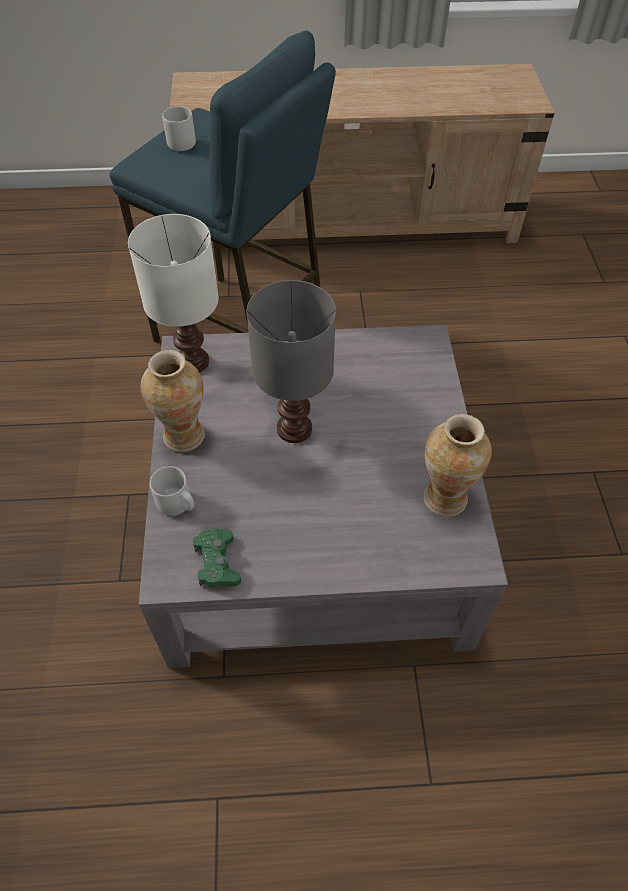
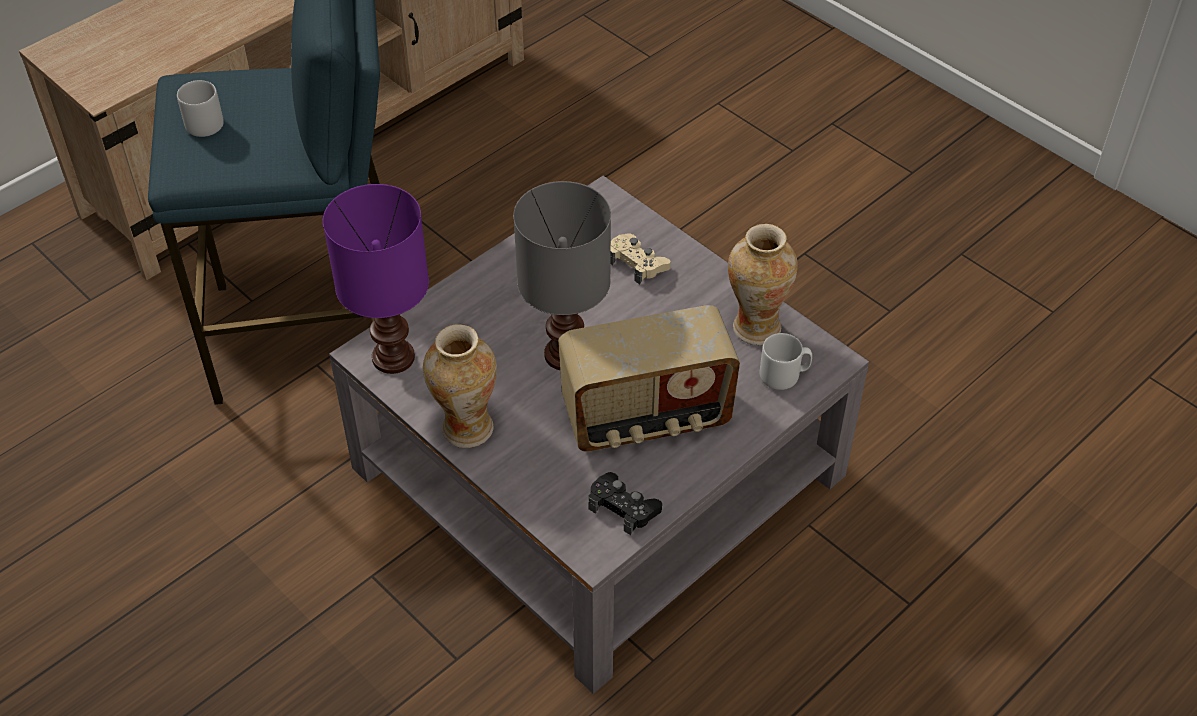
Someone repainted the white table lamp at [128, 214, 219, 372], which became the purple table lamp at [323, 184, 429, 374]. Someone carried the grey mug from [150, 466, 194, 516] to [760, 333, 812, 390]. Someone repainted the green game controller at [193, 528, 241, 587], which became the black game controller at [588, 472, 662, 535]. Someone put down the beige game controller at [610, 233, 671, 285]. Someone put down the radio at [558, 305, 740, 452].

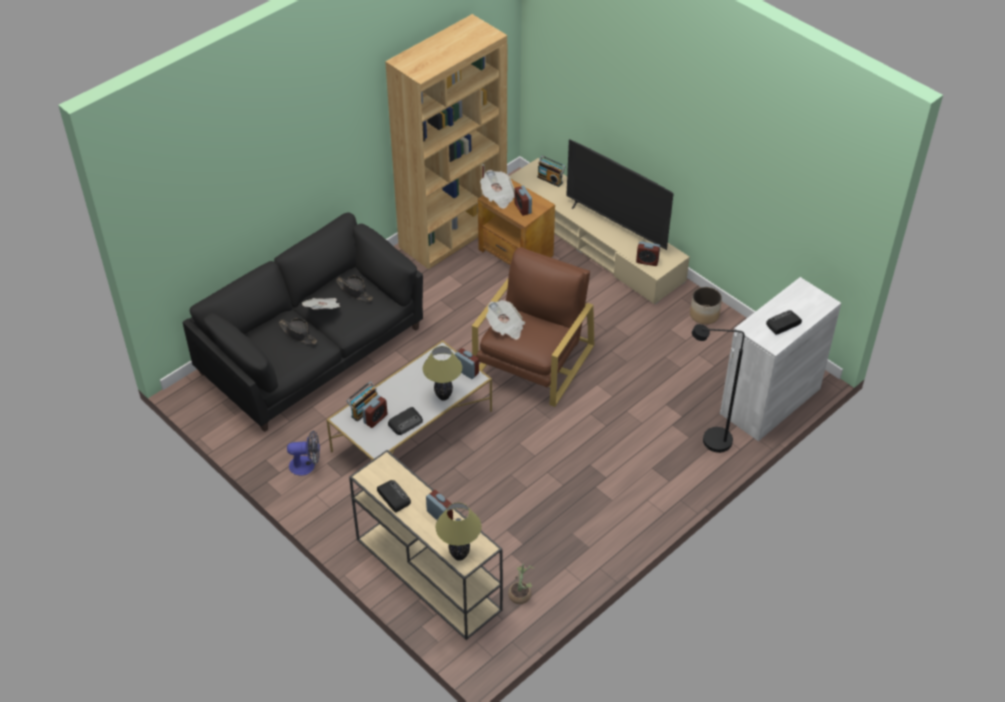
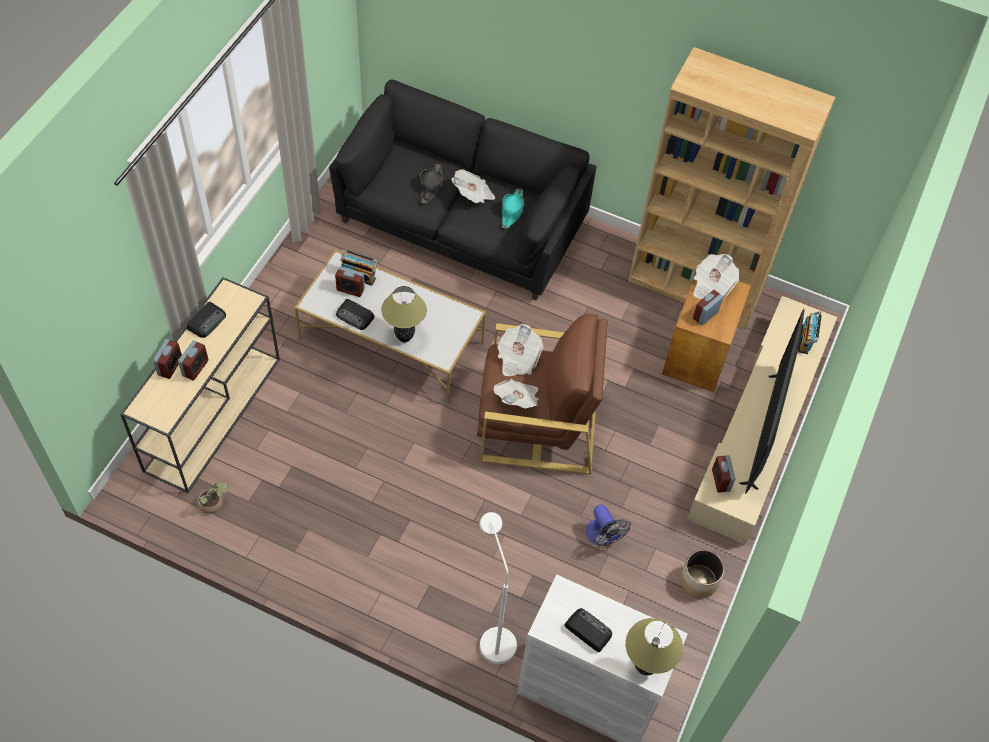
Someone repainted the black hat at [336, 276, 373, 301], which became the turquoise hat at [502, 189, 524, 229]. Someone repainted the black floor lamp at [692, 324, 745, 453], which became the white floor lamp at [480, 512, 517, 664]. Someone carried the alarm clock from [455, 348, 479, 379] to [153, 339, 182, 379]. Someone carried the fan from [287, 430, 320, 476] to [586, 505, 631, 546]. Someone carried the table lamp from [436, 503, 482, 561] to [625, 618, 683, 675]. Someone put down the newspaper at [494, 379, 539, 408].

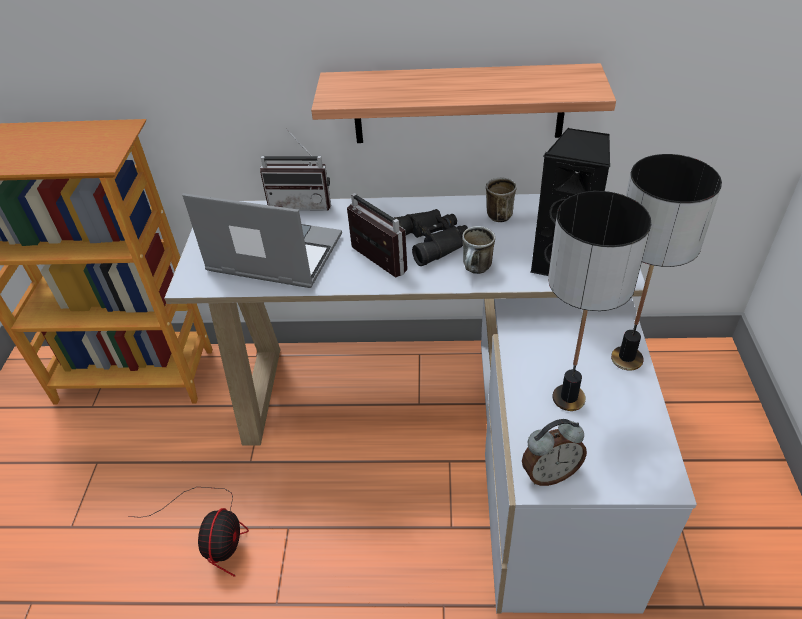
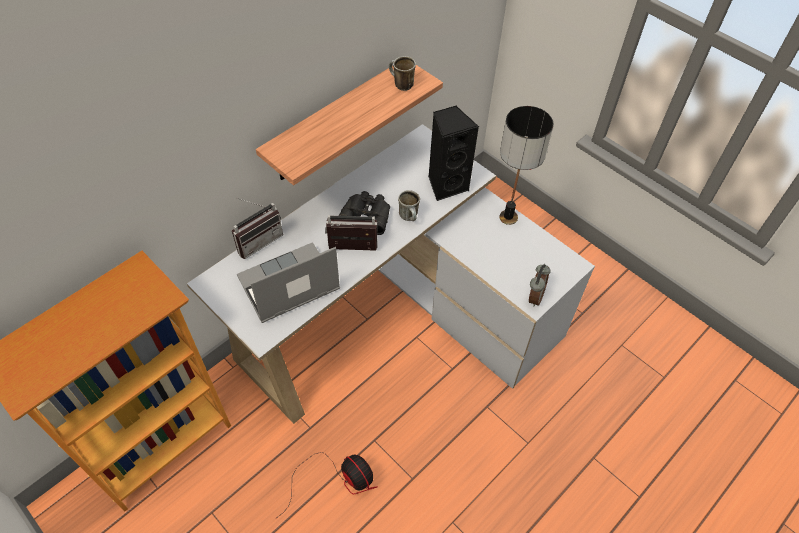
Someone carried the mug from [486, 178, 517, 222] to [389, 56, 416, 91]. Someone took away the table lamp at [548, 191, 651, 411].

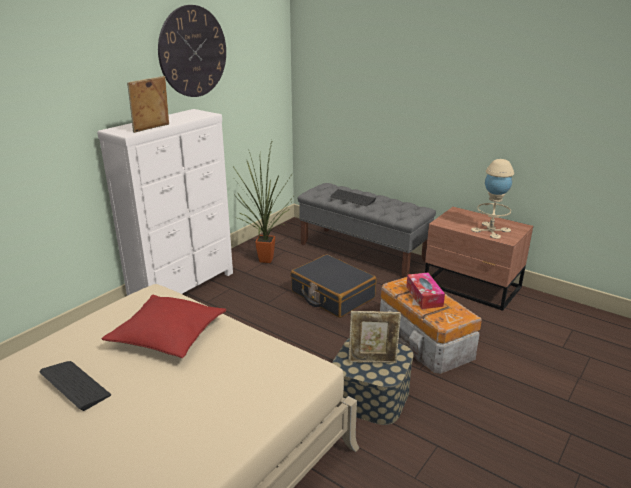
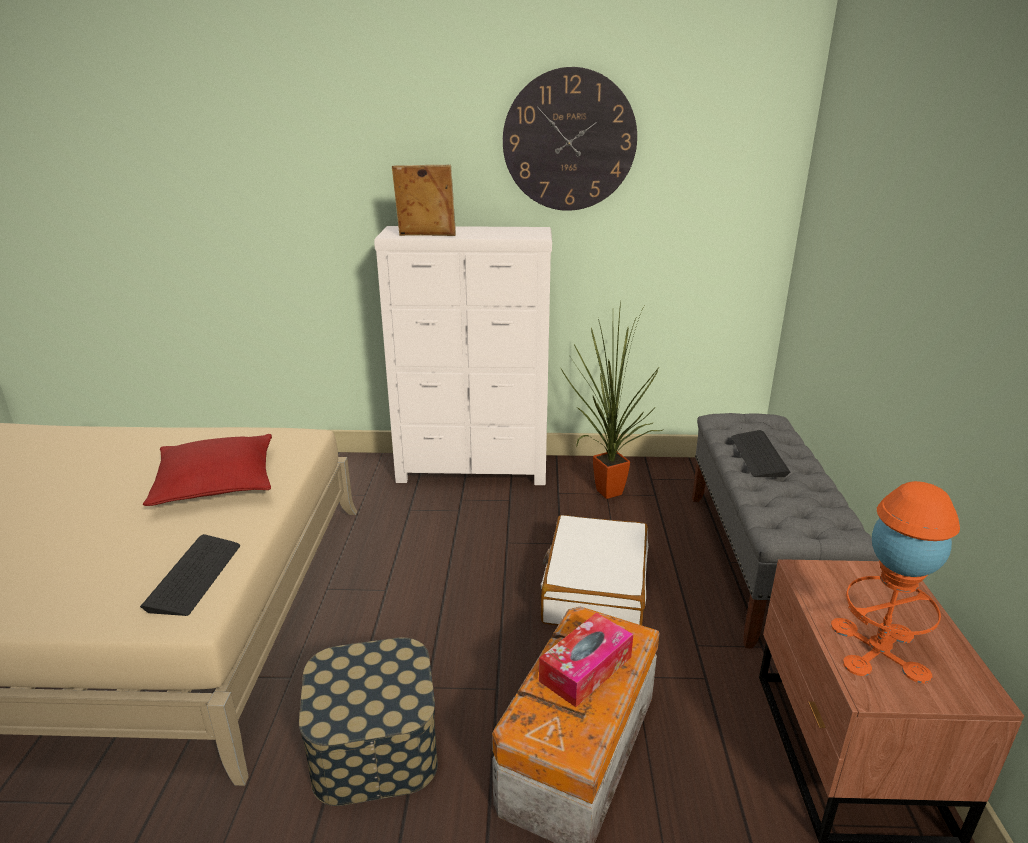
Someone repainted the beige table lamp at [471, 159, 514, 239], which became the orange table lamp at [831, 481, 960, 683]. Someone repainted the black suitcase at [290, 254, 376, 318], which became the white suitcase at [541, 515, 648, 625]. Someone took away the picture frame at [348, 311, 401, 363]. Someone carried the keyboard from [40, 361, 111, 411] to [140, 534, 240, 616].

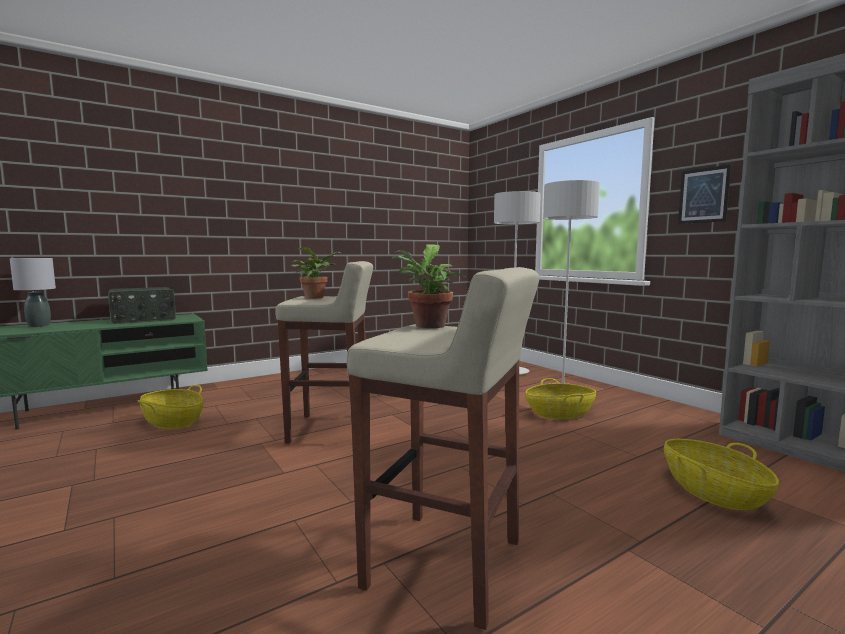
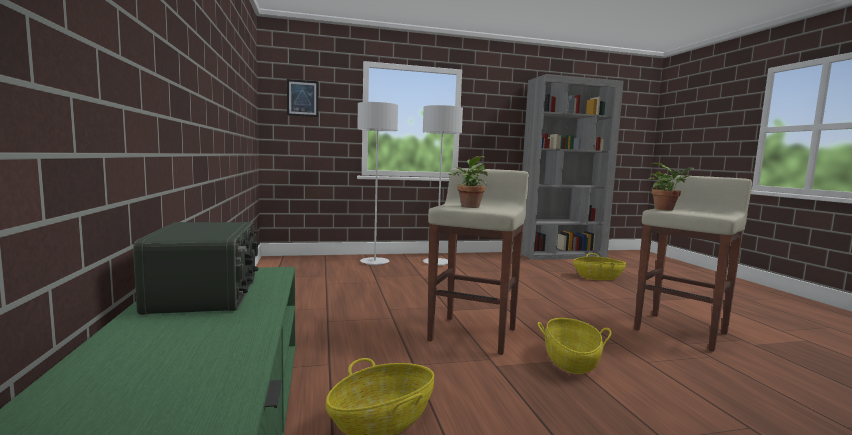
Someone carried the picture from [678, 164, 731, 224] to [287, 79, 318, 117]. Someone took away the grey table lamp at [10, 258, 56, 327]. Someone carried the basket from [525, 378, 596, 420] to [538, 318, 611, 374].

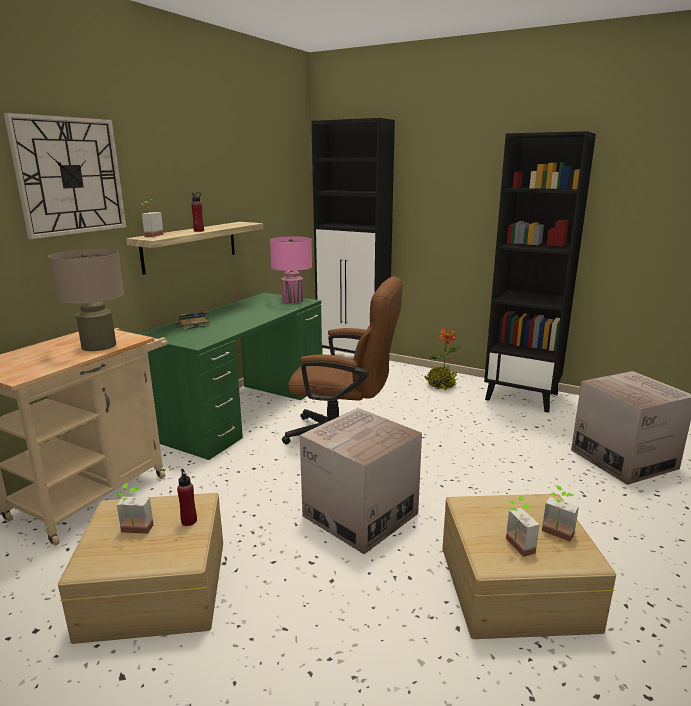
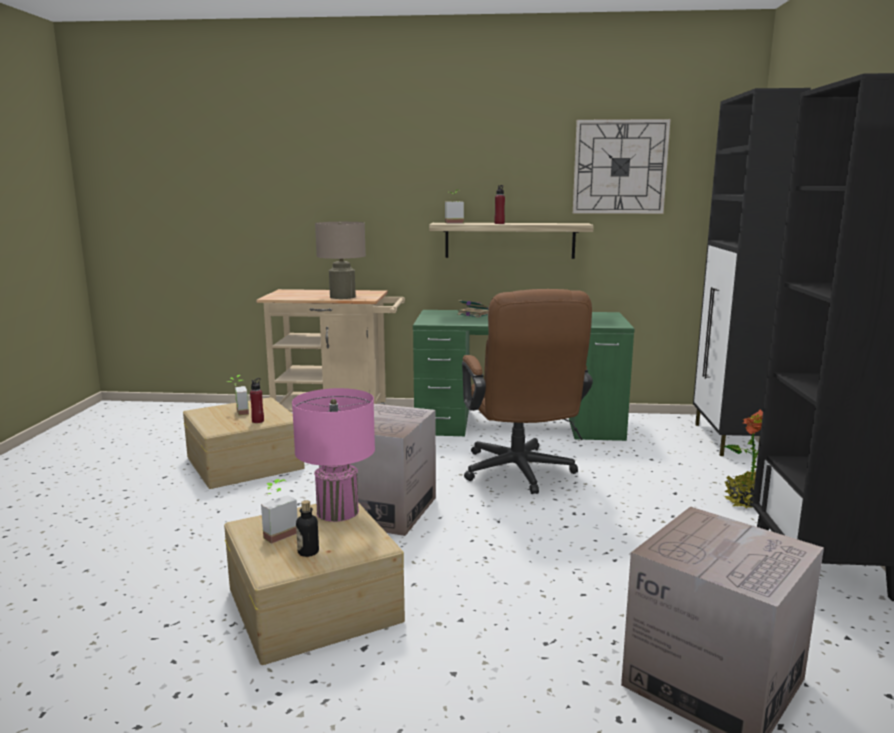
Someone carried the wall clock from [4, 113, 126, 239] to [573, 119, 671, 214]. Someone carried the pink table lamp from [270, 236, 312, 303] to [292, 388, 375, 522]. Someone swapped the potted plant at [542, 485, 579, 542] for the bottle at [296, 500, 319, 557].

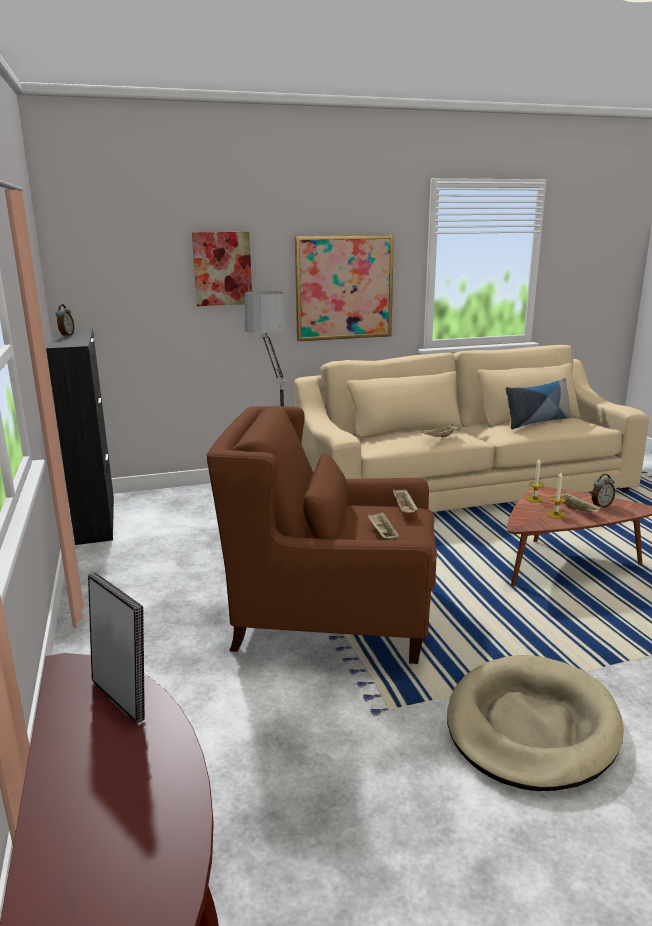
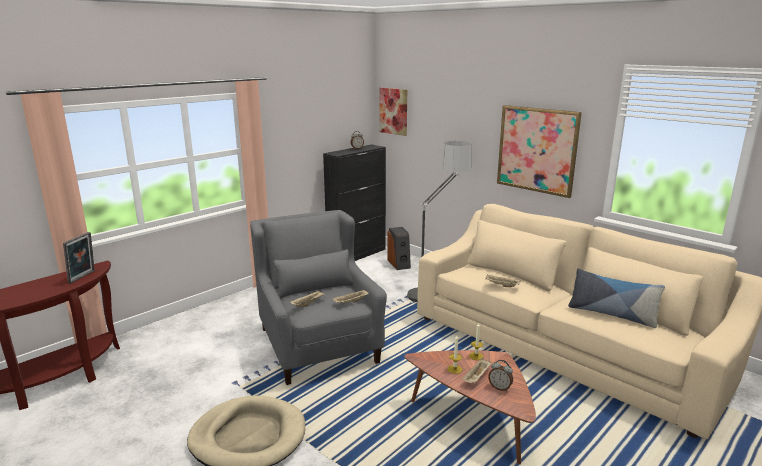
Someone carried the picture from [192, 232, 252, 306] to [379, 88, 407, 136]. Someone repainted the brown armchair at [206, 406, 437, 664], which became the grey armchair at [250, 210, 387, 385]. Someone put down the speaker at [387, 227, 411, 270].

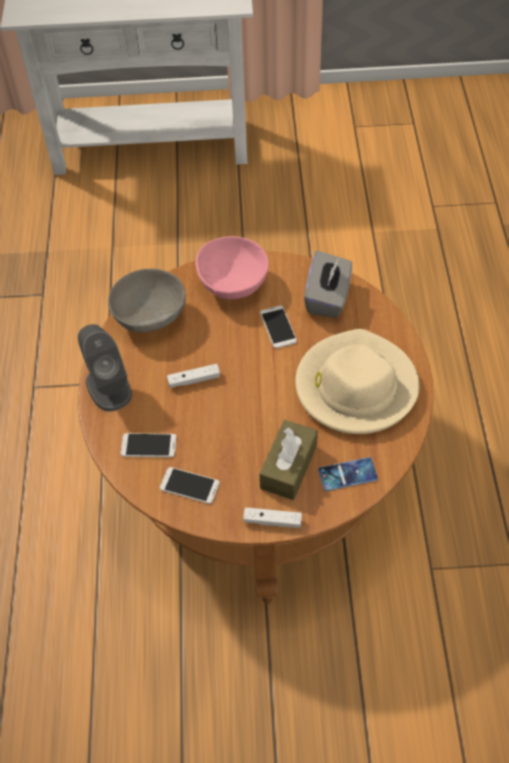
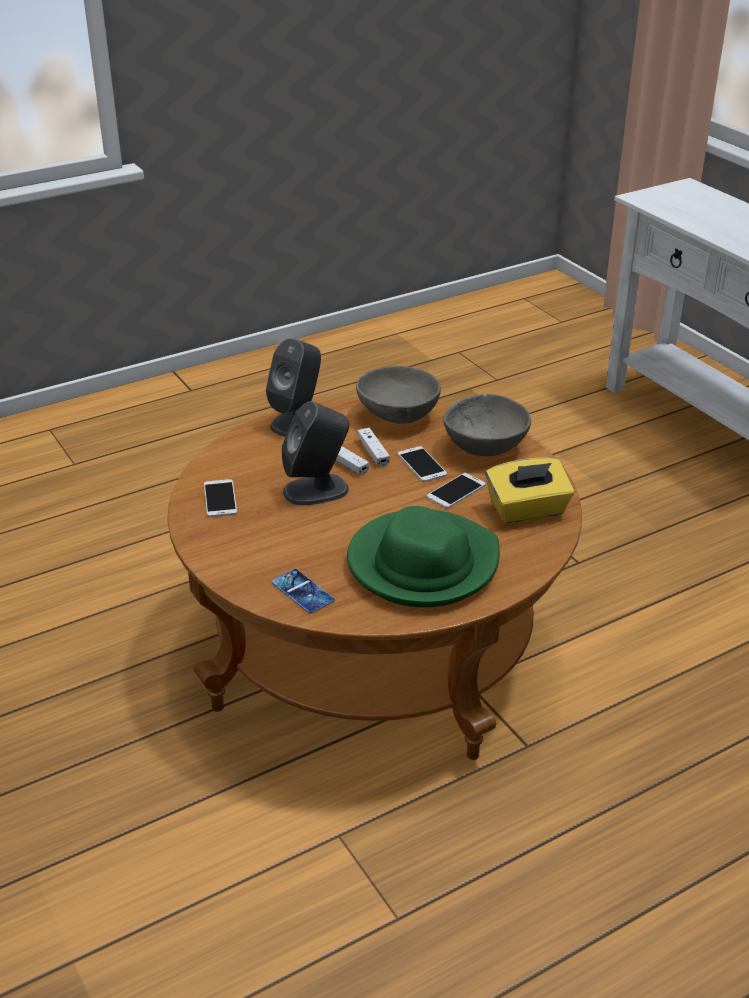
Someone repainted the pink bowl at [195, 236, 269, 299], which became the grey bowl at [443, 394, 531, 456]. Someone repainted the grey tissue box at [304, 251, 352, 318], which became the yellow tissue box at [485, 457, 574, 524]. Someone repainted the beige hat at [295, 329, 420, 434], which became the green hat at [347, 506, 500, 607]. Someone took away the brown tissue box at [259, 420, 318, 500]. Someone carried the phone from [120, 433, 177, 457] to [398, 446, 447, 482]. Someone carried the white game controller from [243, 507, 302, 528] to [357, 428, 390, 467]. Someone put down the grey speaker at [282, 401, 349, 505].

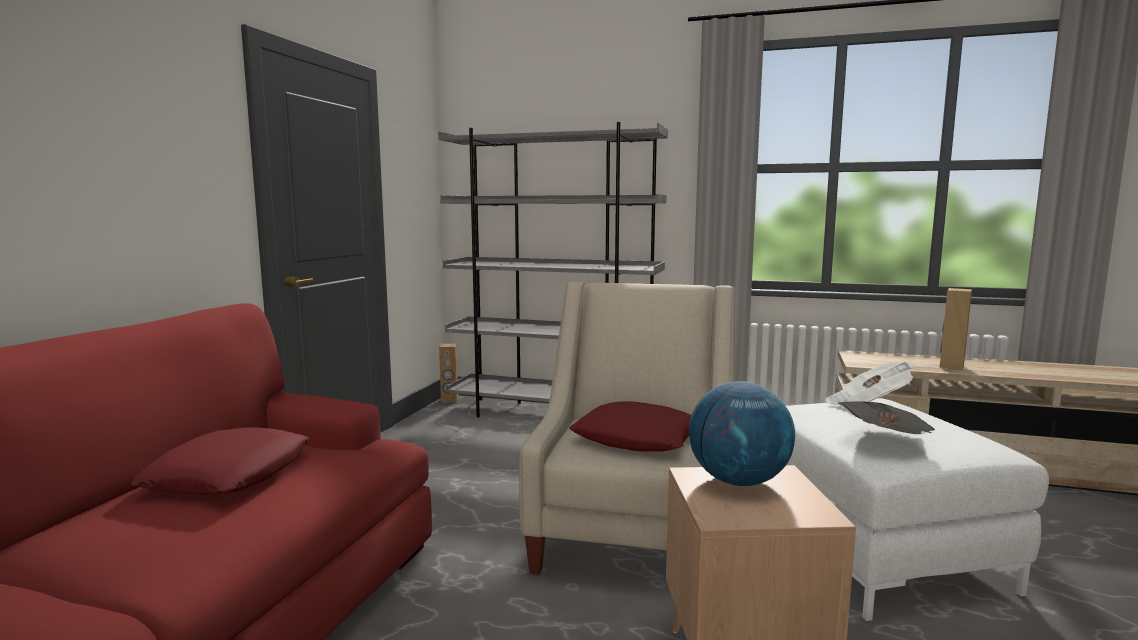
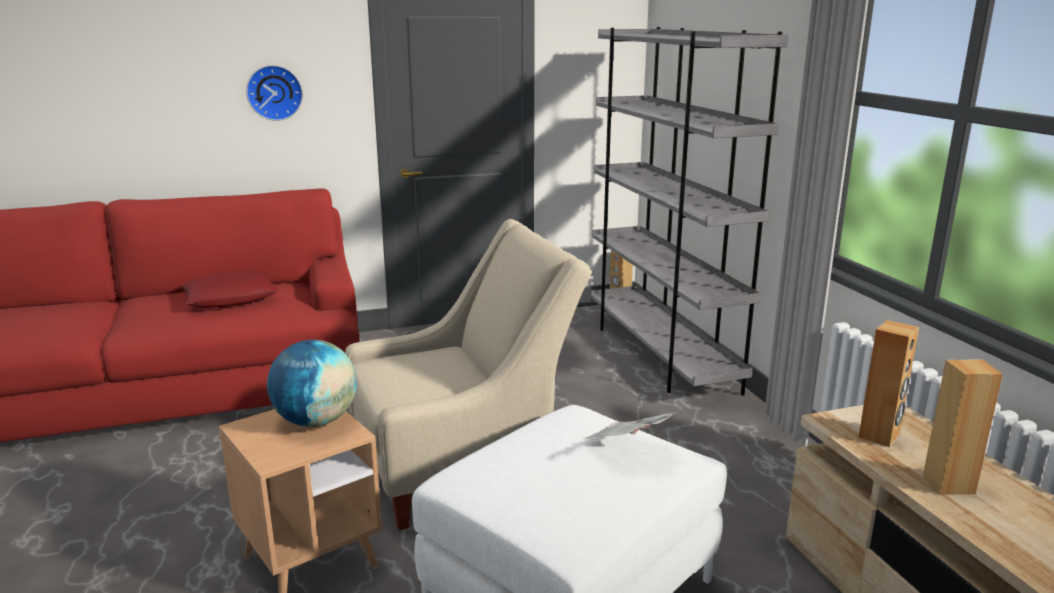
Someone took away the red pillow at [569, 401, 691, 452]. Someone took away the newspaper at [839, 401, 935, 434]. Someone put up the wall clock at [246, 65, 303, 121]. Someone put down the brown speaker at [859, 320, 919, 447].

